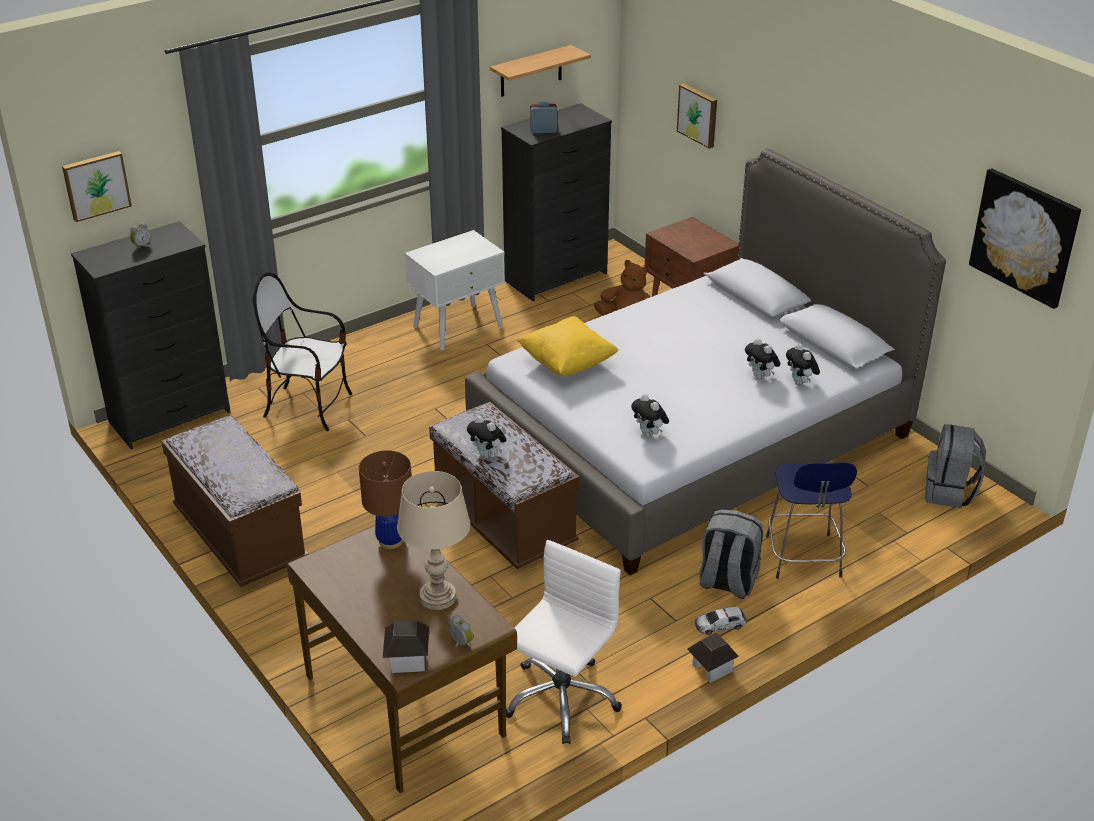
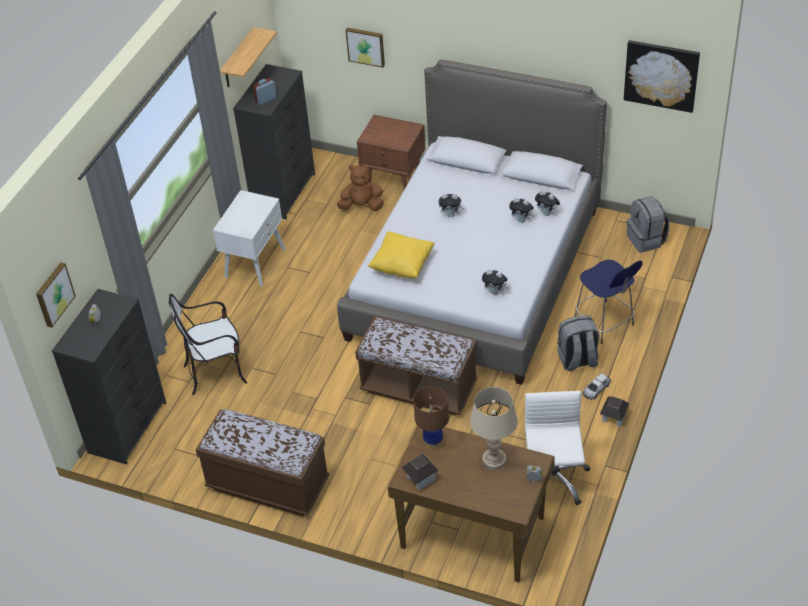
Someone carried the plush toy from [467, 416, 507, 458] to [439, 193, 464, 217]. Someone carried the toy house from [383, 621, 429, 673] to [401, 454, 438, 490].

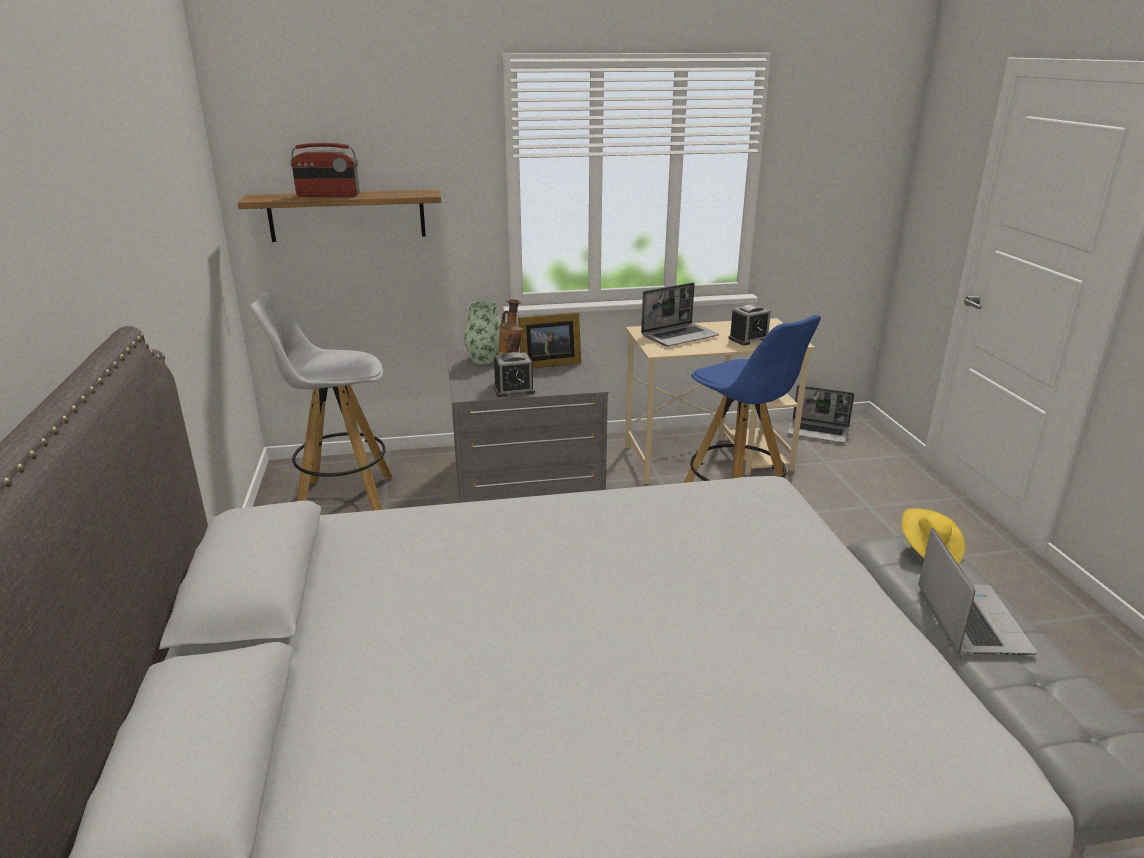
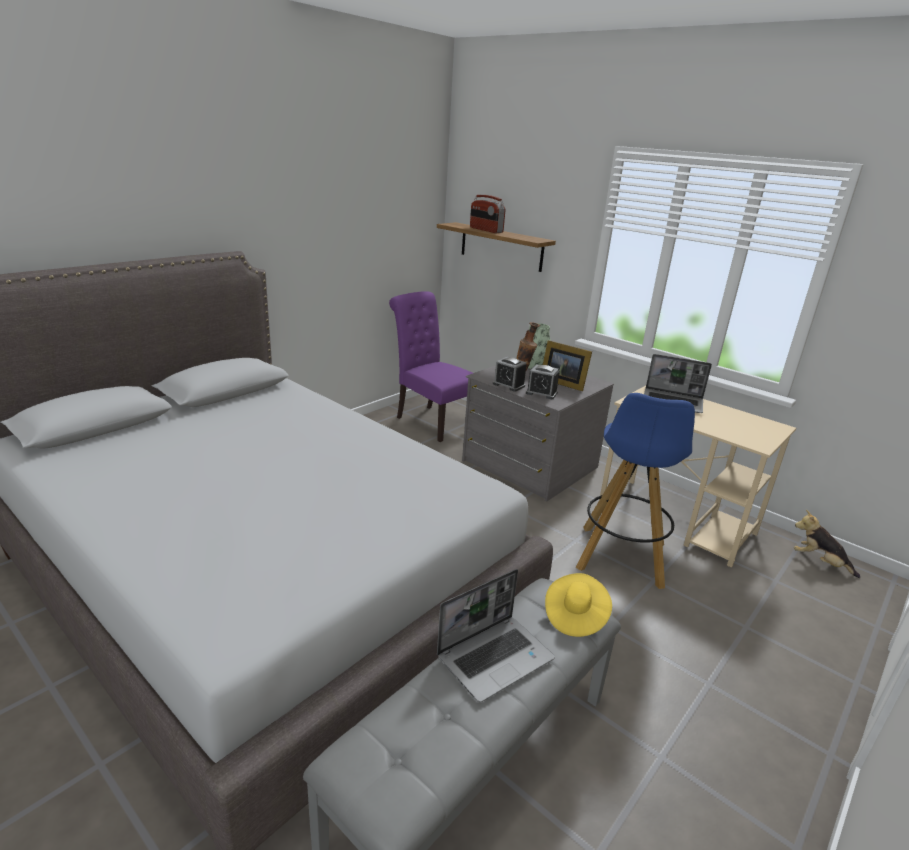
Someone swapped the white stool at [250, 291, 392, 511] for the purple chair at [389, 291, 473, 442]. Someone carried the alarm clock from [728, 305, 771, 345] to [526, 364, 559, 399]. Someone swapped the laptop at [787, 385, 854, 443] for the plush toy at [794, 510, 860, 578].

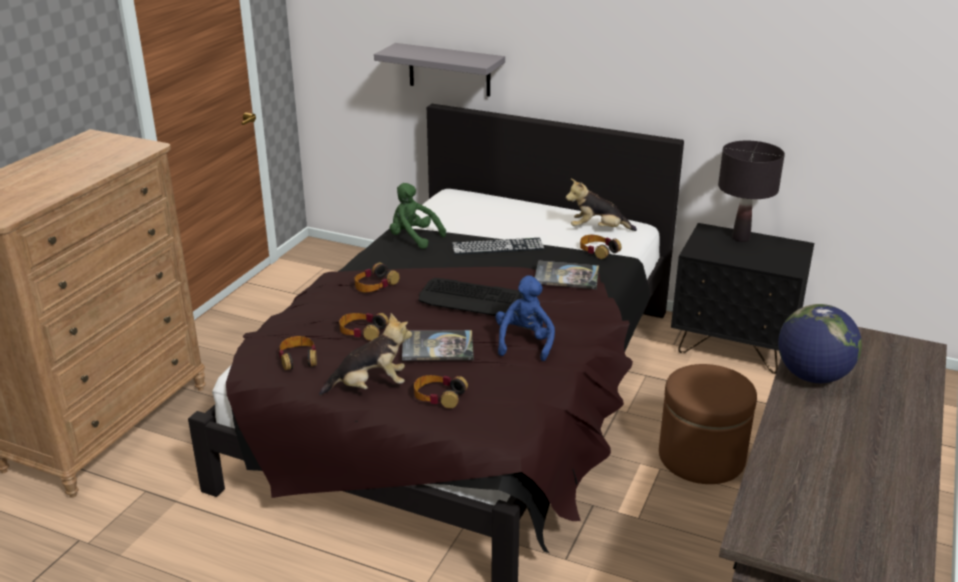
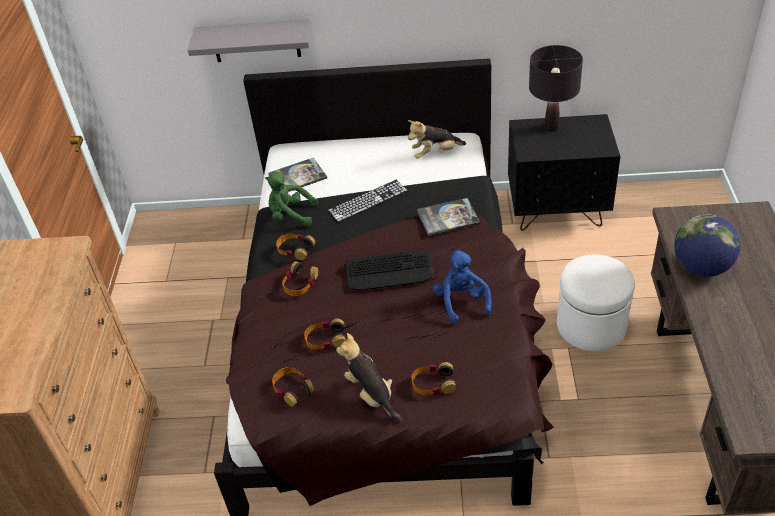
Someone carried the headphones from [580, 235, 621, 259] to [276, 234, 316, 260]. Someone rotated the plush toy at [319, 313, 412, 396] by 90 degrees counterclockwise. Someone carried the book from [402, 330, 474, 361] to [268, 158, 327, 192]. Someone repainted the brown ottoman at [659, 364, 757, 484], which became the white ottoman at [557, 254, 635, 351].

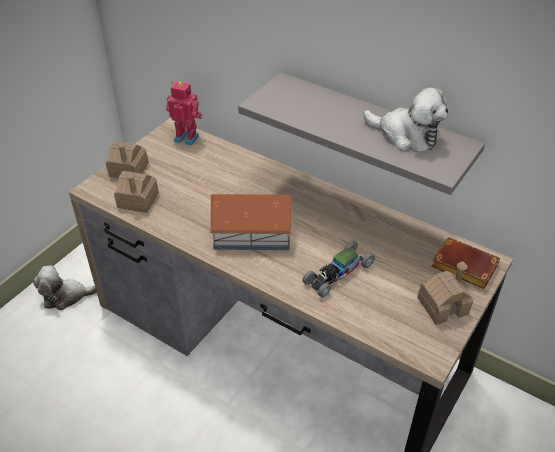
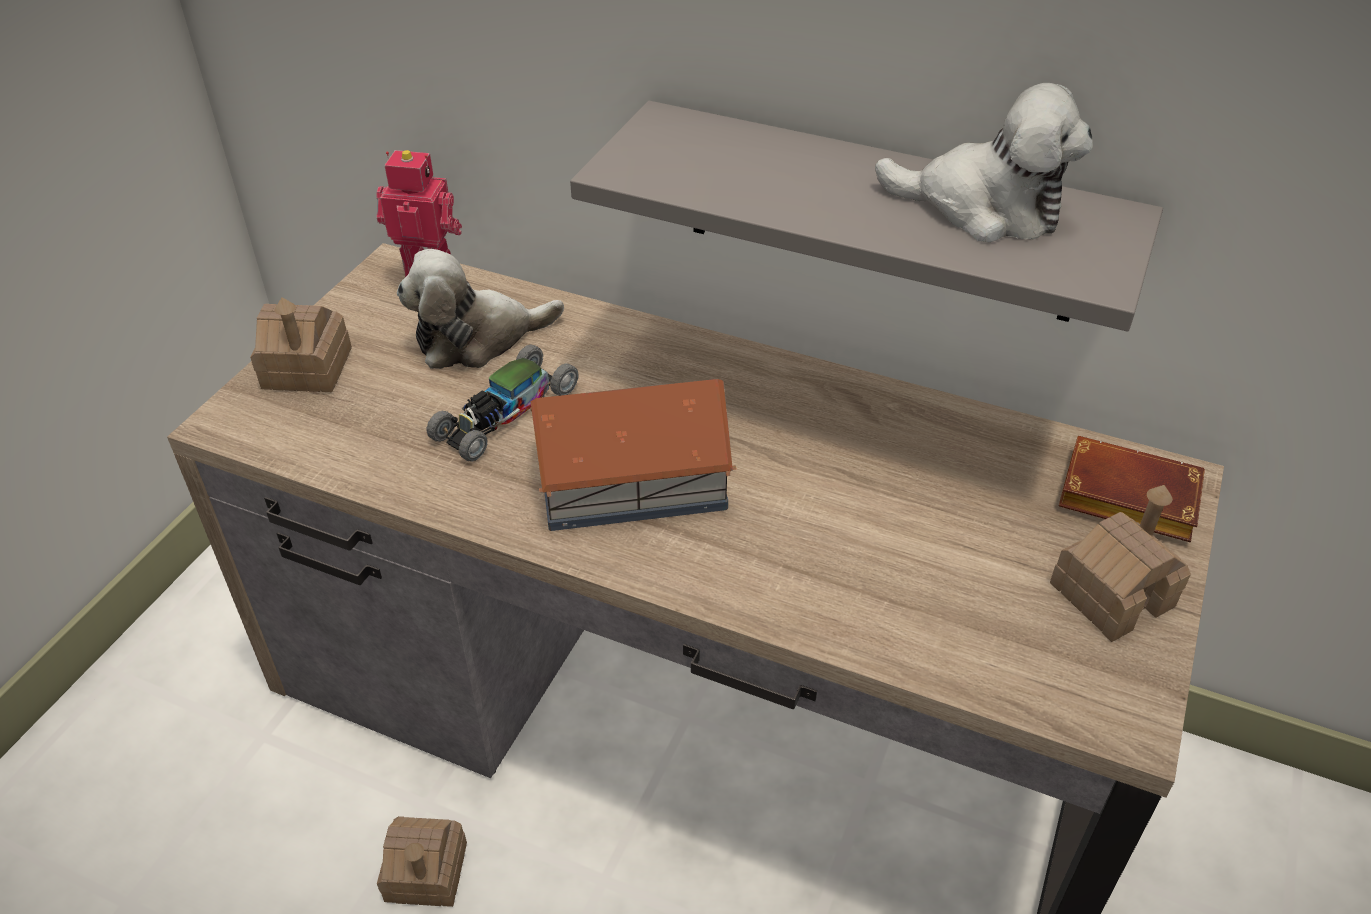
Someone carried the toy house from [114, 171, 159, 213] to [377, 816, 467, 907]. Someone carried the toy car from [303, 240, 375, 297] to [427, 345, 579, 462]. Someone carried the plush toy from [33, 266, 97, 310] to [397, 249, 564, 369].

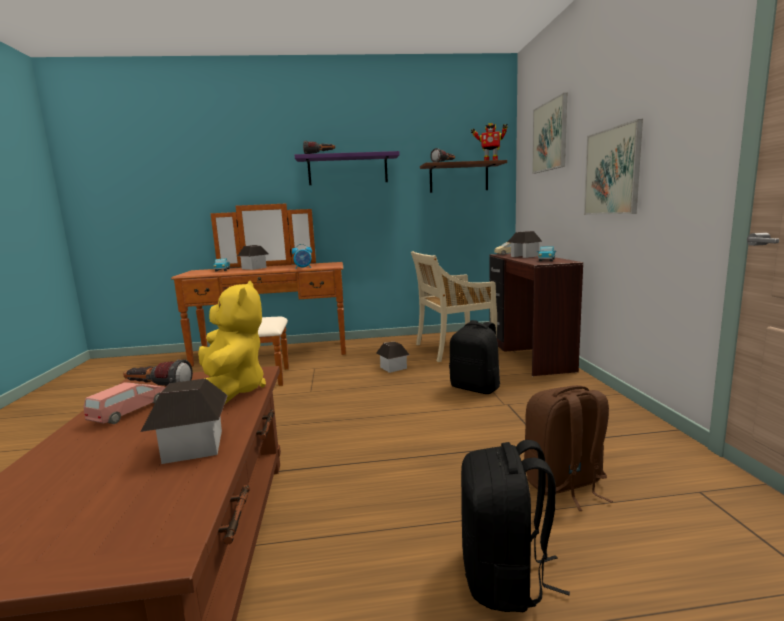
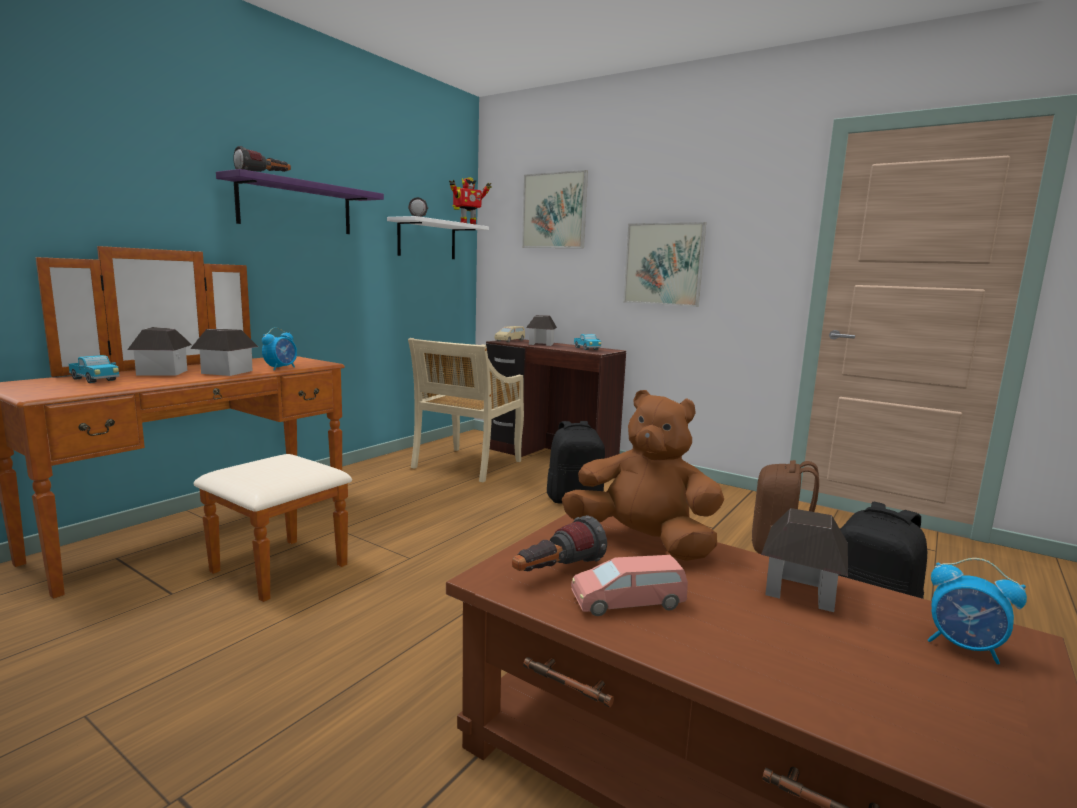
Someone repainted the brown shelf at [420, 160, 507, 193], which became the white shelf at [387, 216, 489, 259]. Someone repainted the yellow plush toy at [198, 281, 266, 405], which became the brown plush toy at [562, 390, 724, 561]. Someone carried the toy house from [376, 342, 410, 373] to [190, 329, 258, 376]. Someone rotated the pink toy car at [83, 382, 165, 424] by 75 degrees counterclockwise. Someone put down the alarm clock at [928, 558, 1027, 664].

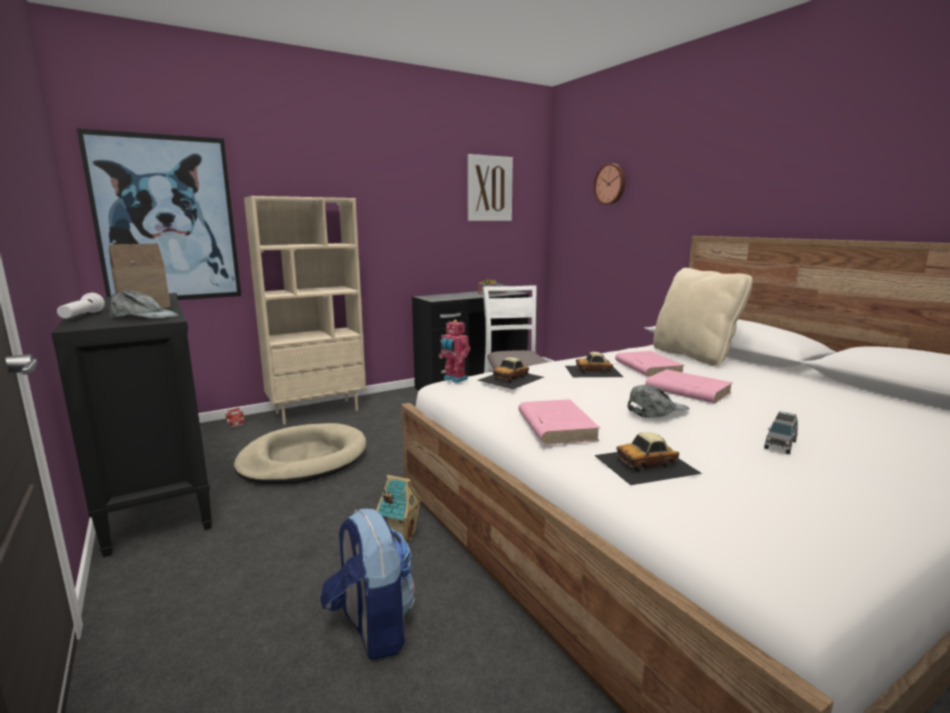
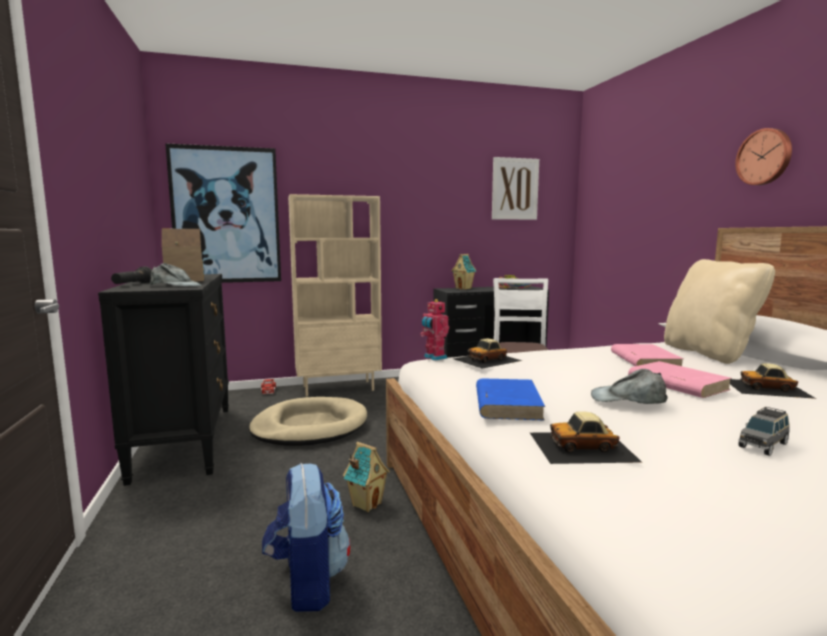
Someone carried the wall clock from [593, 163, 626, 205] to [735, 128, 792, 185]. Someone repainted the white flashlight at [57, 293, 105, 319], which became the black flashlight at [111, 266, 152, 284]. Someone carried the toy car from [565, 352, 623, 377] to [730, 363, 816, 399]. Someone rotated the grey cap at [628, 385, 690, 418] by 150 degrees counterclockwise. Someone repainted the pink book at [518, 399, 600, 445], which became the blue book at [476, 378, 545, 421]. Someone put down the toy house at [451, 254, 476, 290].

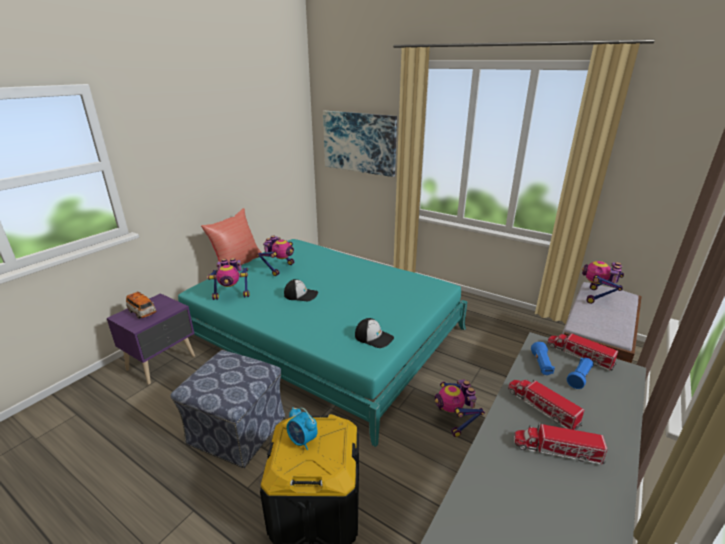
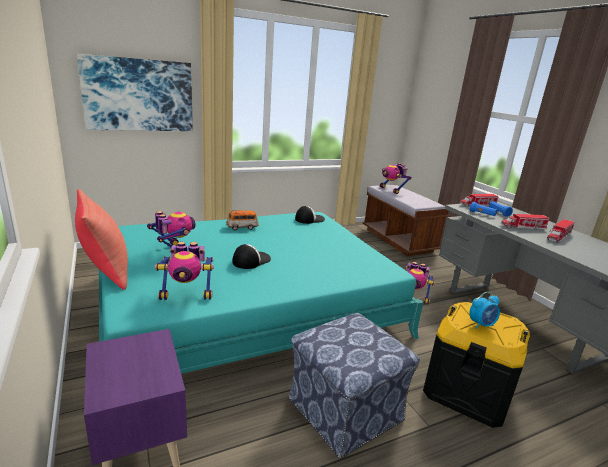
Someone rotated the toy robot at [207, 258, 250, 300] by 60 degrees clockwise. Someone carried the toy car from [126, 291, 157, 319] to [226, 210, 259, 231]. Someone carried the cap from [355, 318, 394, 348] to [295, 206, 325, 224].

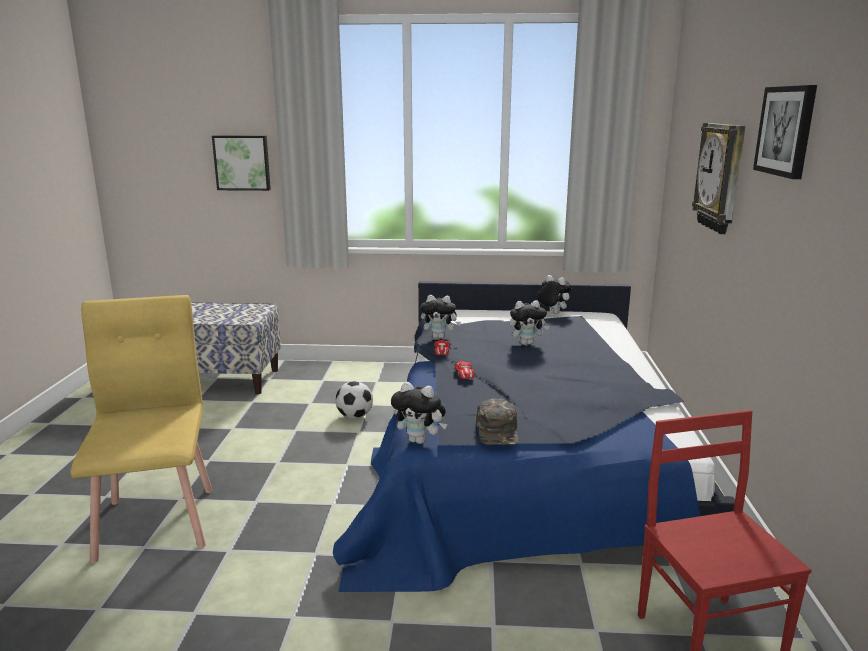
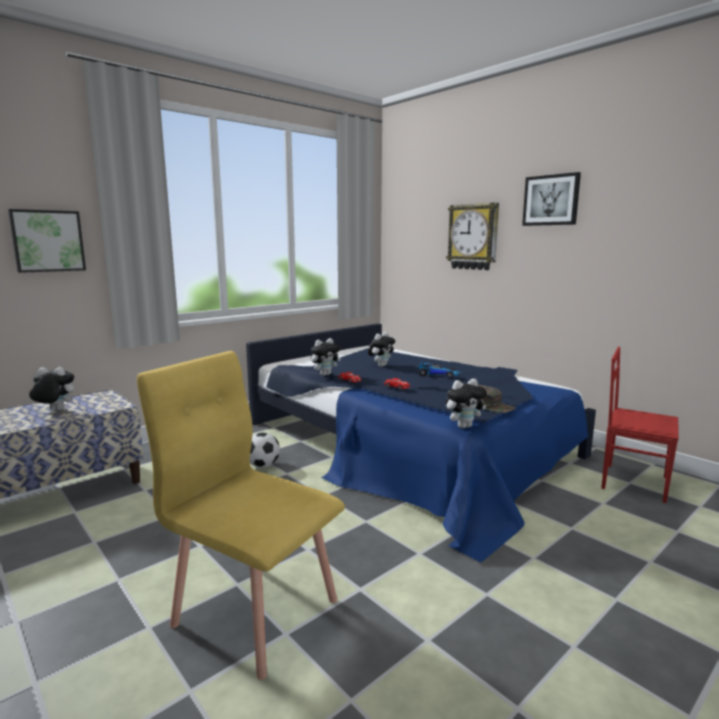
Someone carried the plush toy from [536, 275, 572, 314] to [29, 367, 74, 411]. Someone put down the toy car at [419, 361, 462, 378].

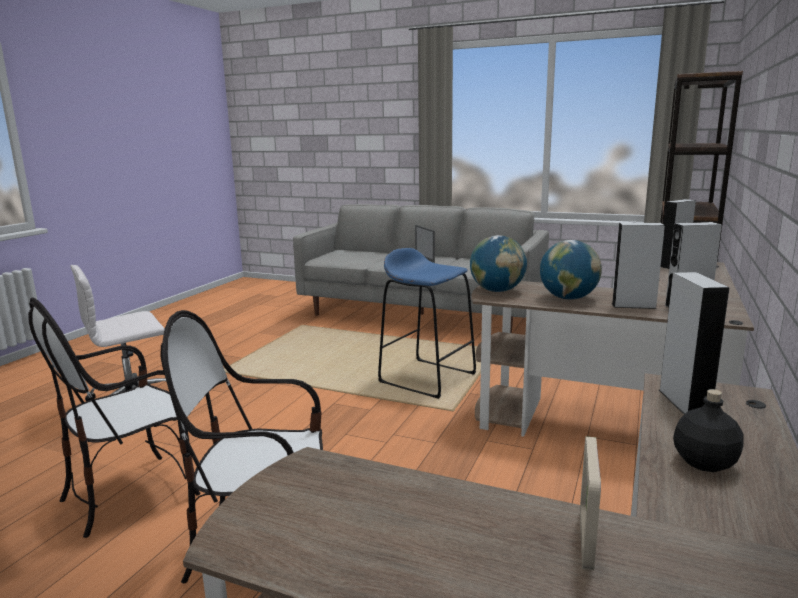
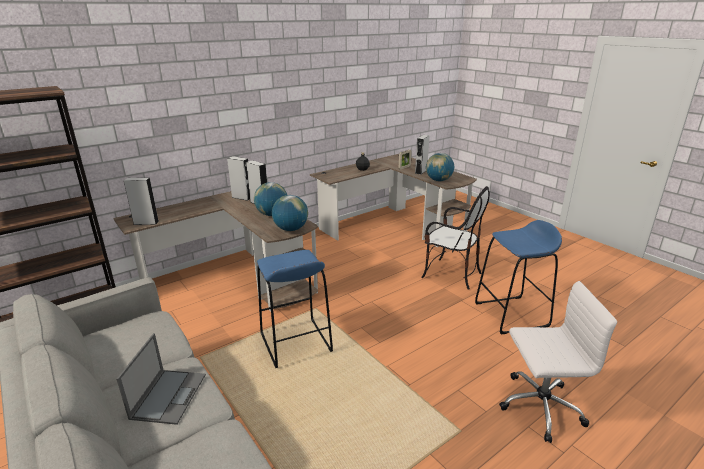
Someone carried the grey speaker from [659, 272, 730, 414] to [415, 135, 430, 175]. Someone swapped the chair at [28, 297, 201, 538] for the blue stool at [475, 220, 562, 335]. Someone put down the globe at [426, 153, 454, 181].

